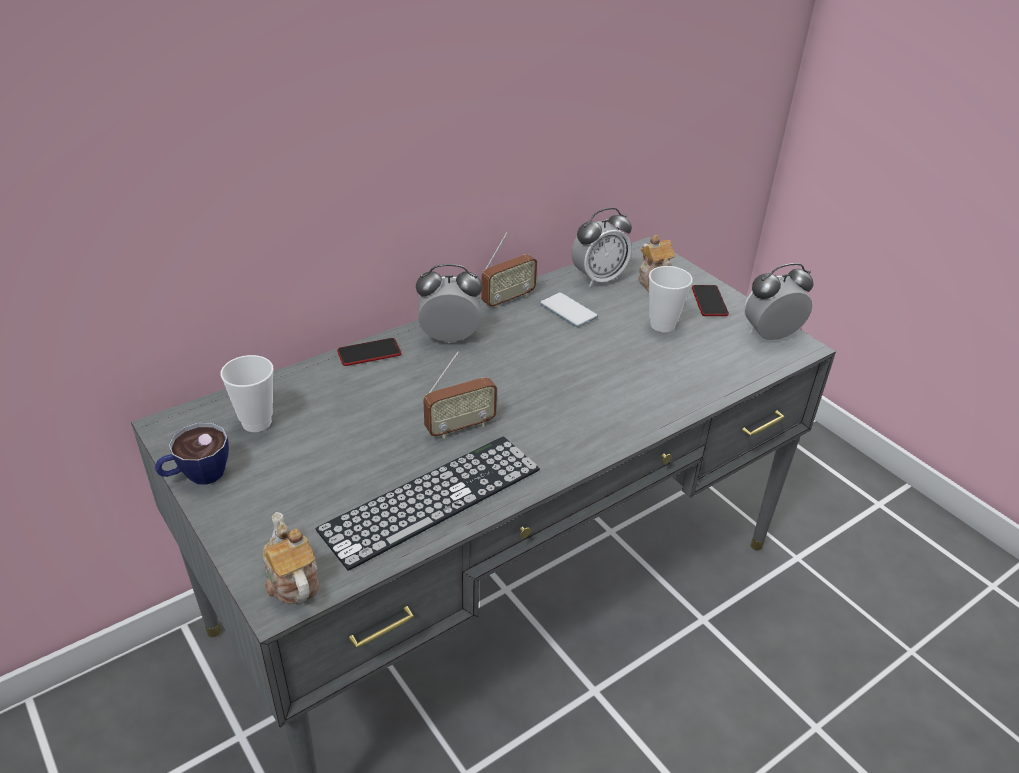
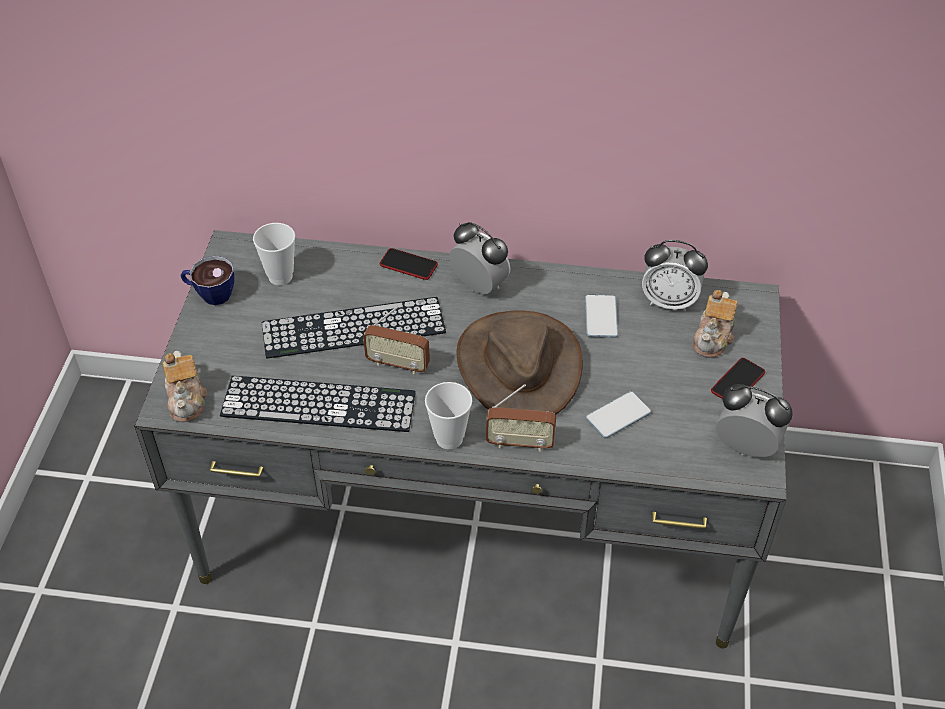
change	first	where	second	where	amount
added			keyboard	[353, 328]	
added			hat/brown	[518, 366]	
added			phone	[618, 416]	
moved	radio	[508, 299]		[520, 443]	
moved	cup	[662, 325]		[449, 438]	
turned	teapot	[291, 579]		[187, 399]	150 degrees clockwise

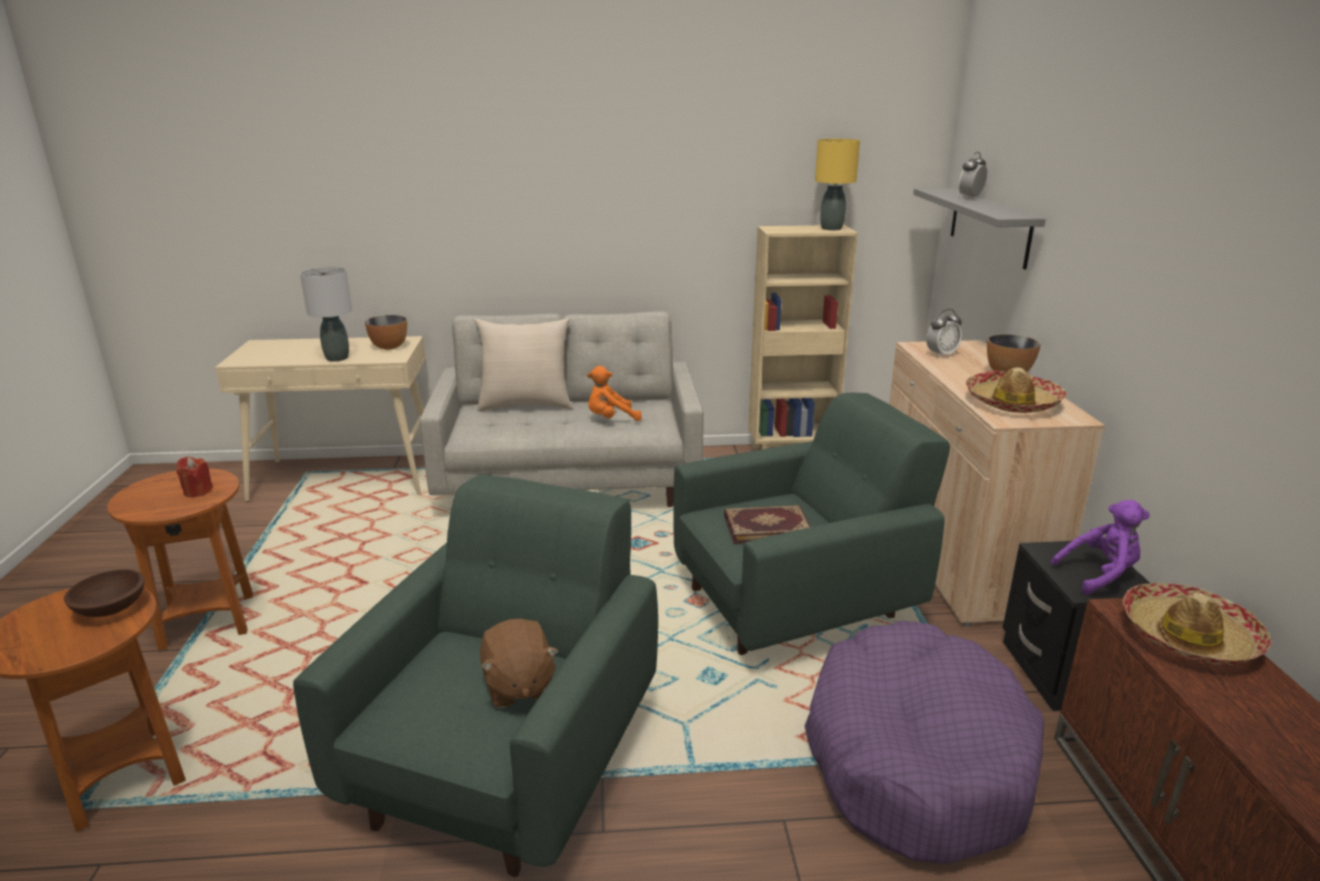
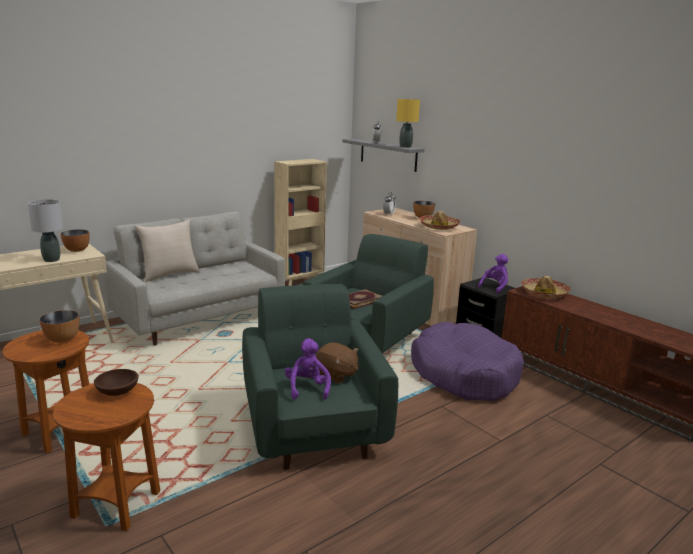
change	first	where	second	where	amount
removed	plush toy/orange	[610, 419]			
added			plush toy/purple	[307, 388]	
moved	table lamp/yellow	[831, 228]		[405, 147]	
replaced	candle/red	[198, 491]	bowl	[62, 340]	

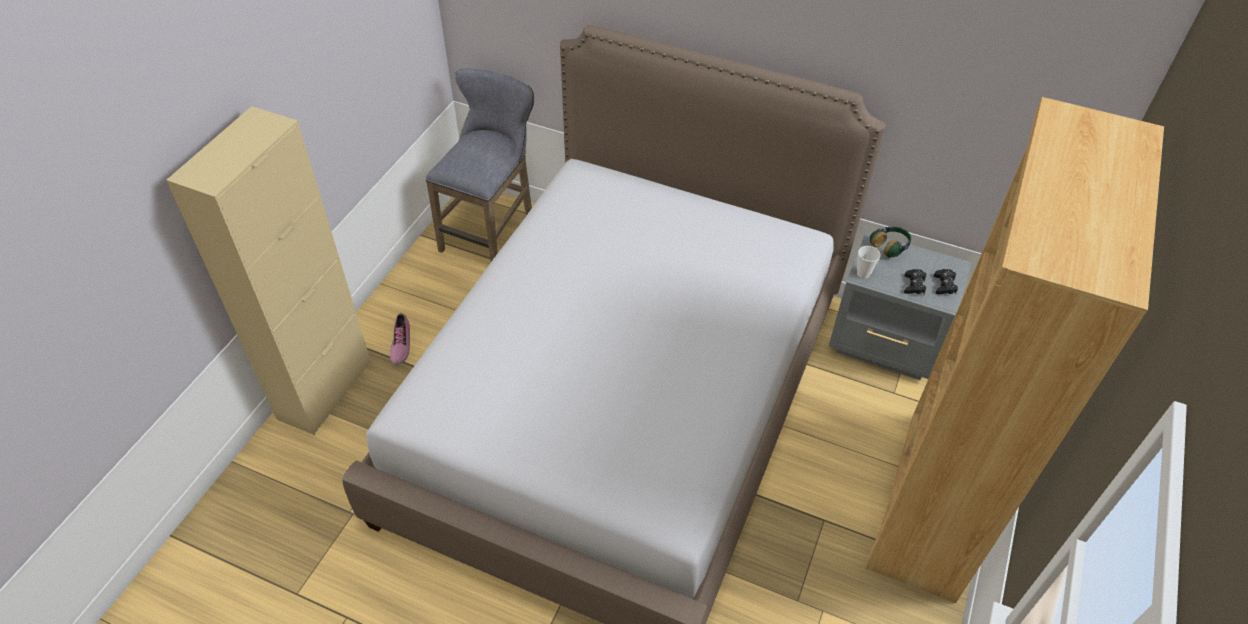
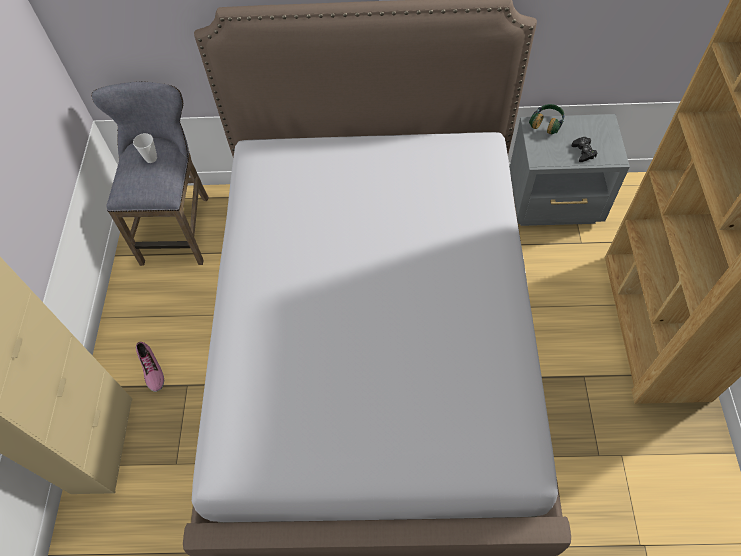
change	first	where	second	where	amount
removed	game controller/black	[944, 285]			
moved	cup	[863, 274]		[151, 158]	

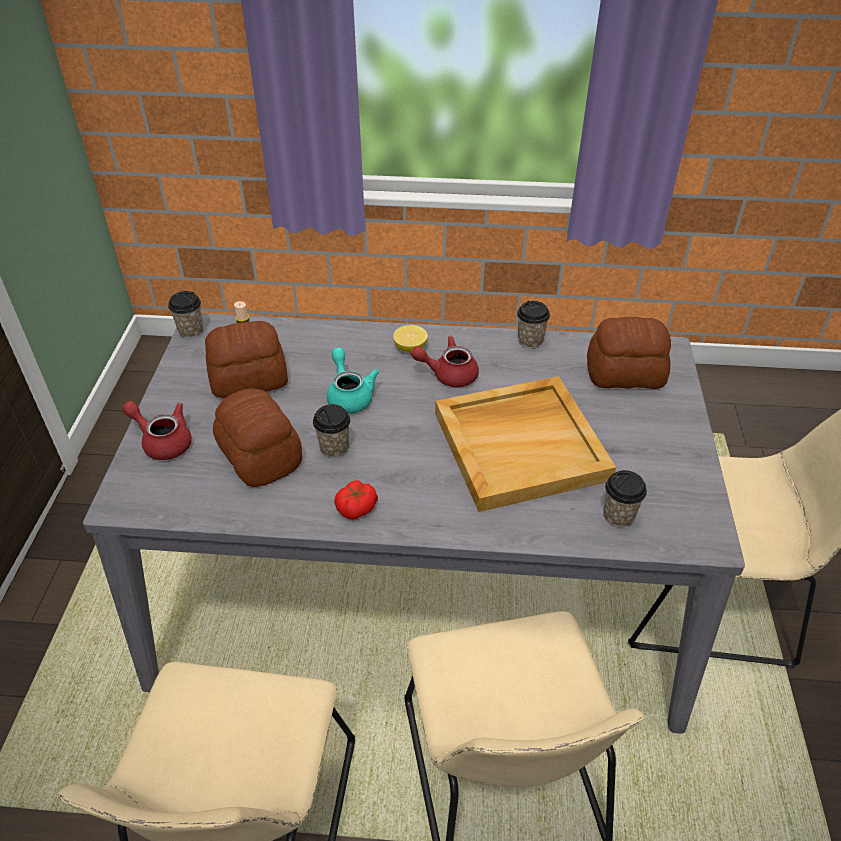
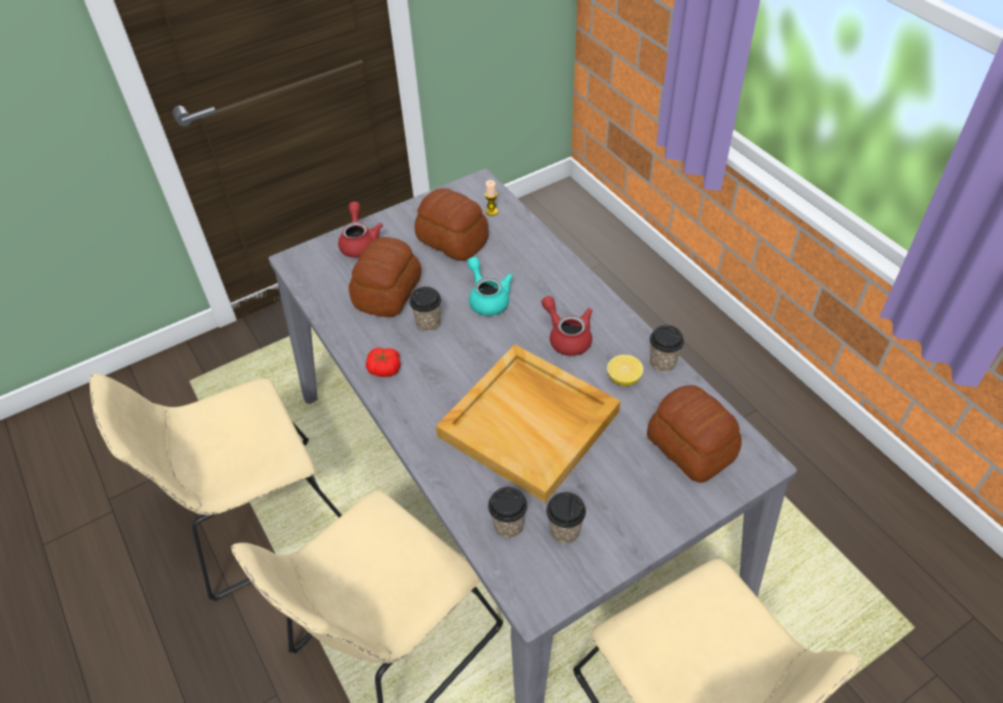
change	first	where	second	where	amount
moved	cup	[191, 331]		[564, 531]	
moved	lemon	[410, 348]		[623, 379]	
turned	teapot/turquoise	[349, 395]		[487, 298]	60 degrees counterclockwise

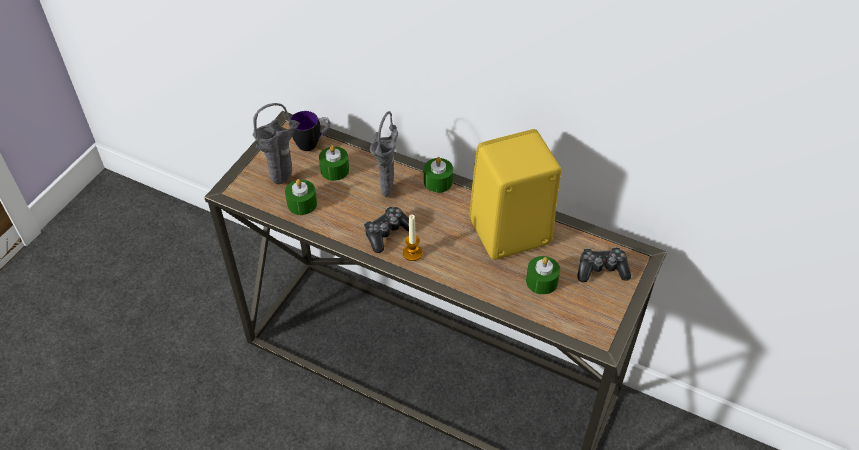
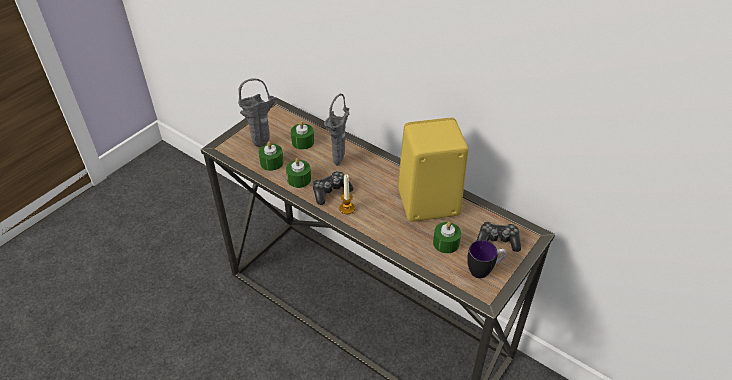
change	first	where	second	where	amount
moved	mug	[312, 143]		[484, 270]	
moved	candle/green	[438, 181]		[299, 179]	

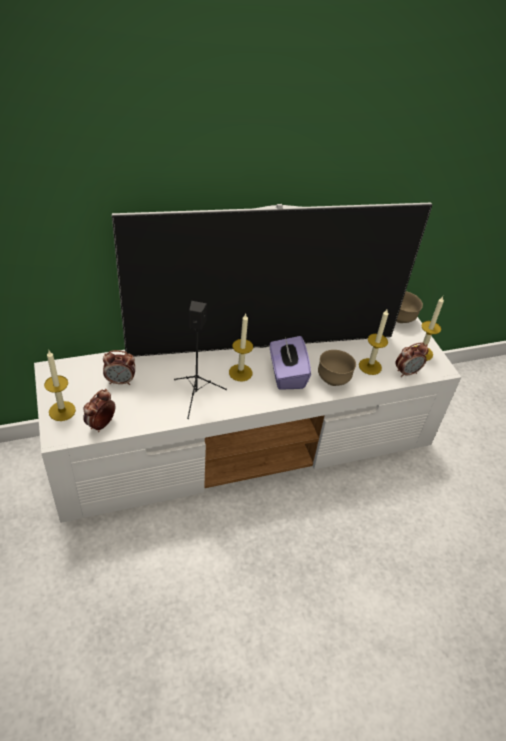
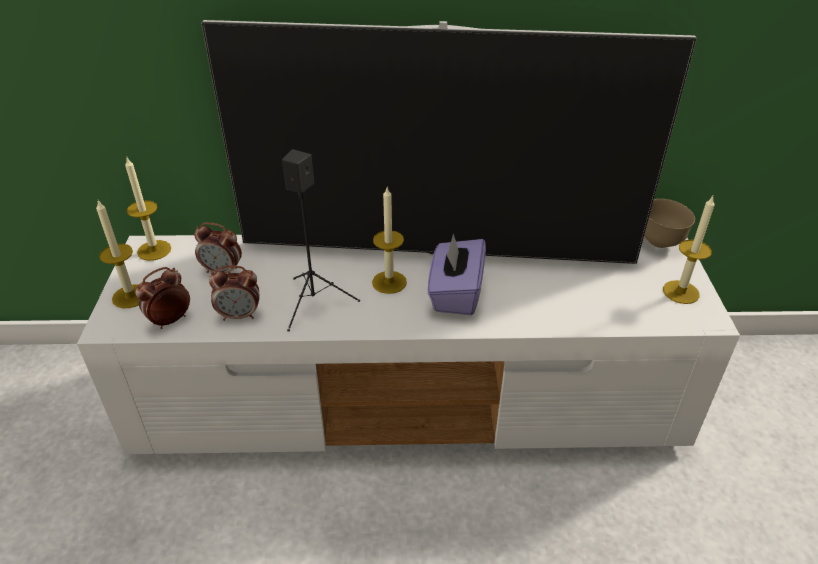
change	first	where	second	where	amount
removed	bowl/brown	[333, 380]			
moved	candle	[370, 366]		[154, 250]	
moved	alarm clock	[407, 372]		[240, 315]	

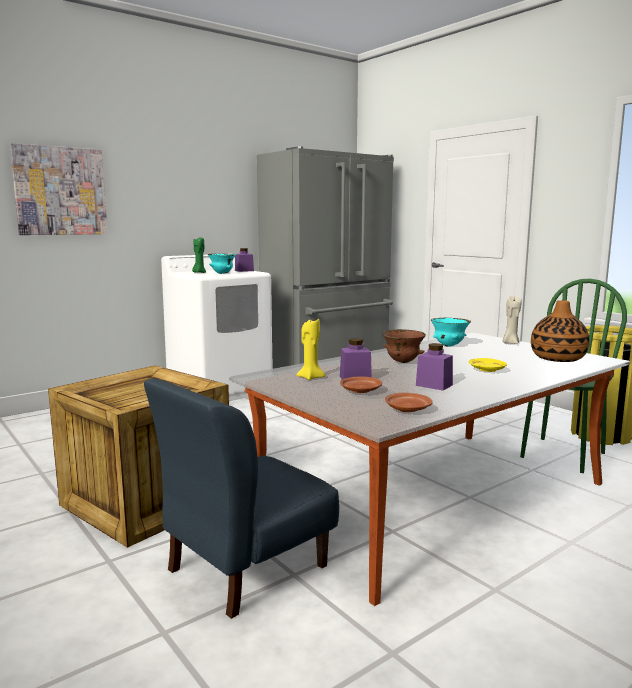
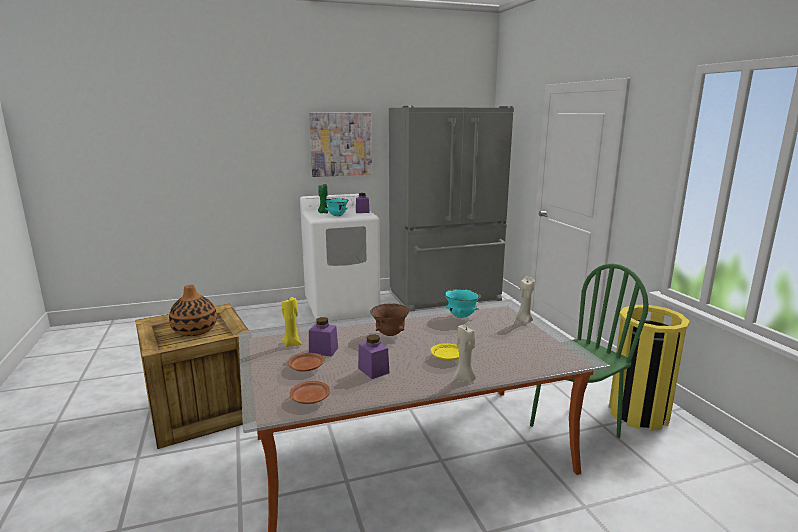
change	first	where	second	where	amount
removed	chair/blue	[246, 567]			
added			candle/beige	[465, 378]	
moved	picture	[60, 191]		[341, 144]	
moved	vase	[557, 358]		[194, 330]	

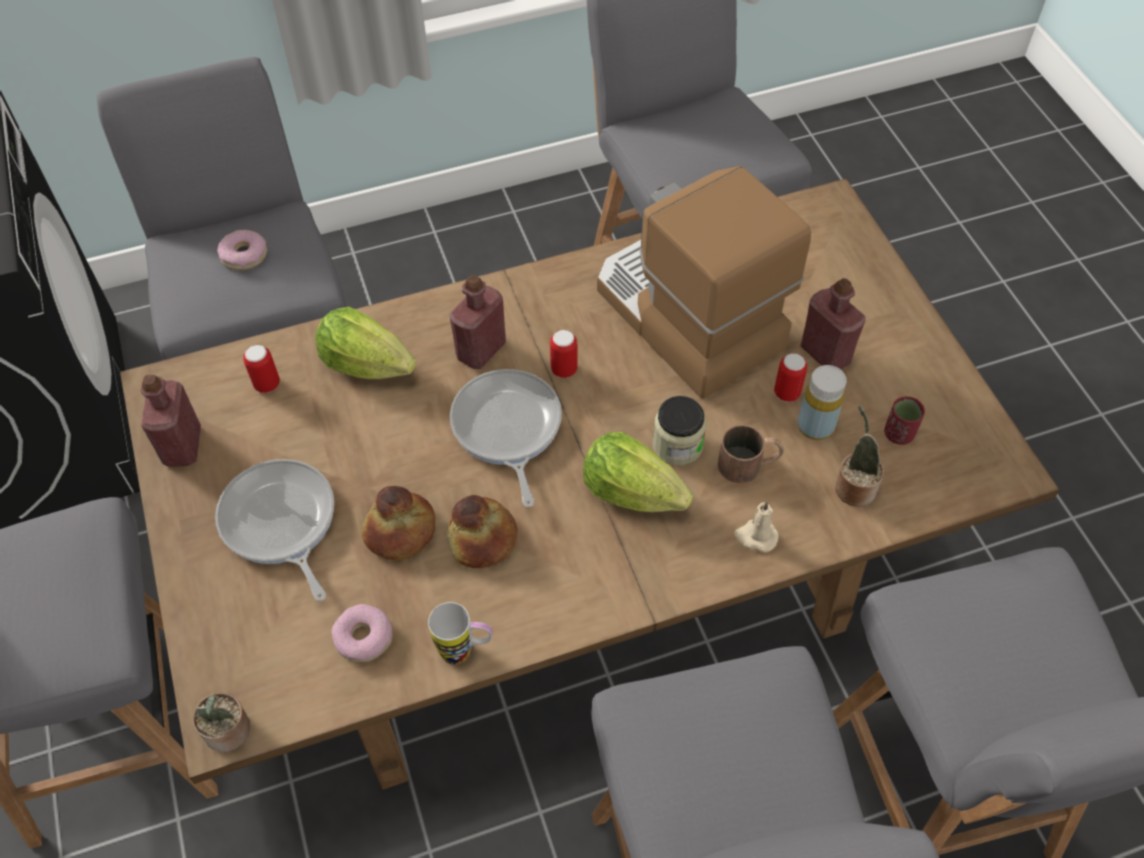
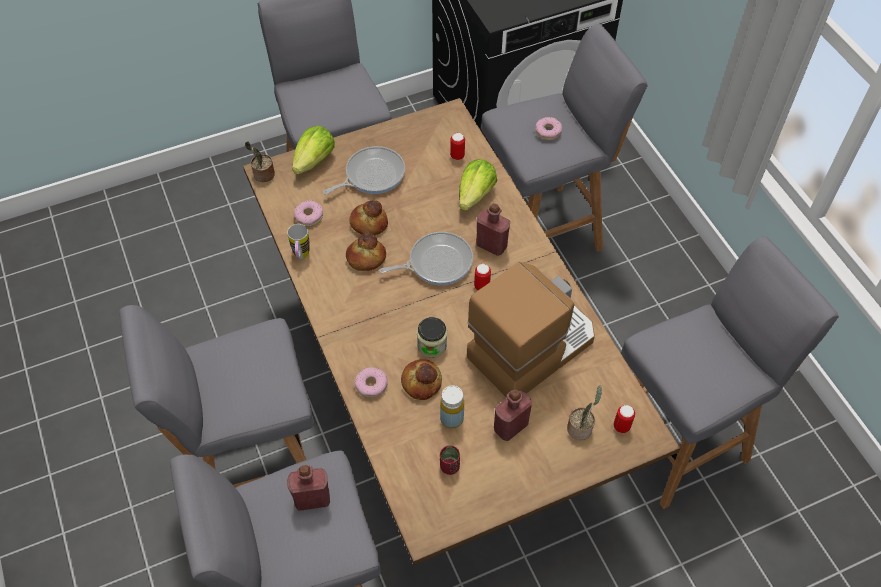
change	first	where	second	where	amount
moved	bottle/red	[182, 446]		[312, 499]	
moved	lettuce	[631, 491]		[314, 161]	
moved	can	[786, 393]		[621, 426]	
moved	potted plant	[853, 486]		[581, 427]	
replaced	mug/brown	[749, 464]	bread	[421, 382]	
replaced	candle/beige	[756, 536]	donut	[371, 385]	

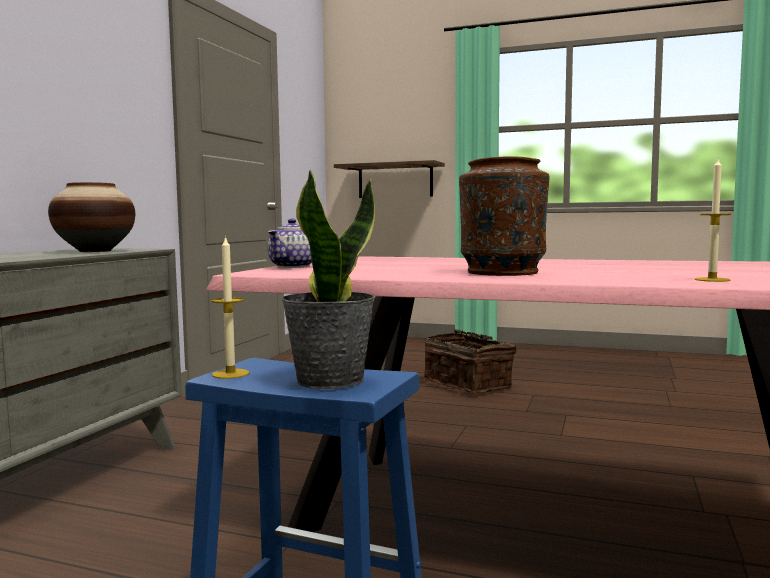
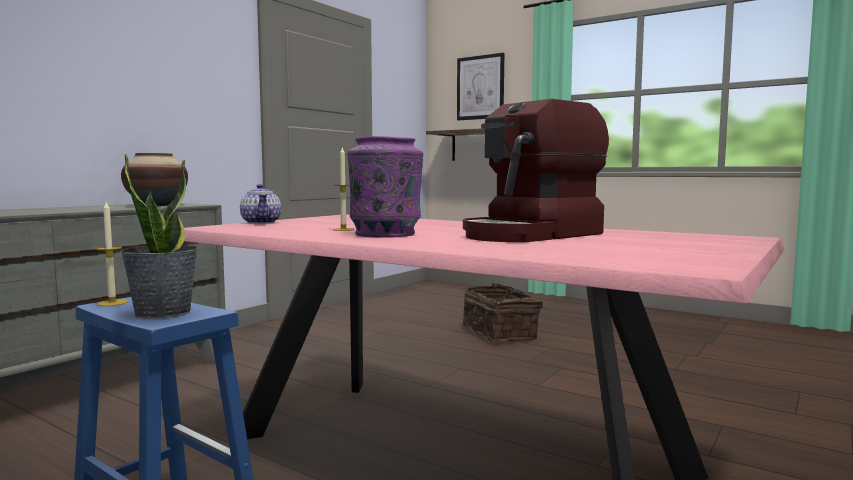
change	first	where	second	where	amount
added			picture	[480, 87]	
added			coffee machine	[532, 235]	
moved	candle	[712, 280]		[343, 229]	
recoloured	vase/brown	[502, 272]	vase/purple	[385, 234]	
turned	teapot	[294, 266]		[261, 222]	60 degrees counterclockwise

